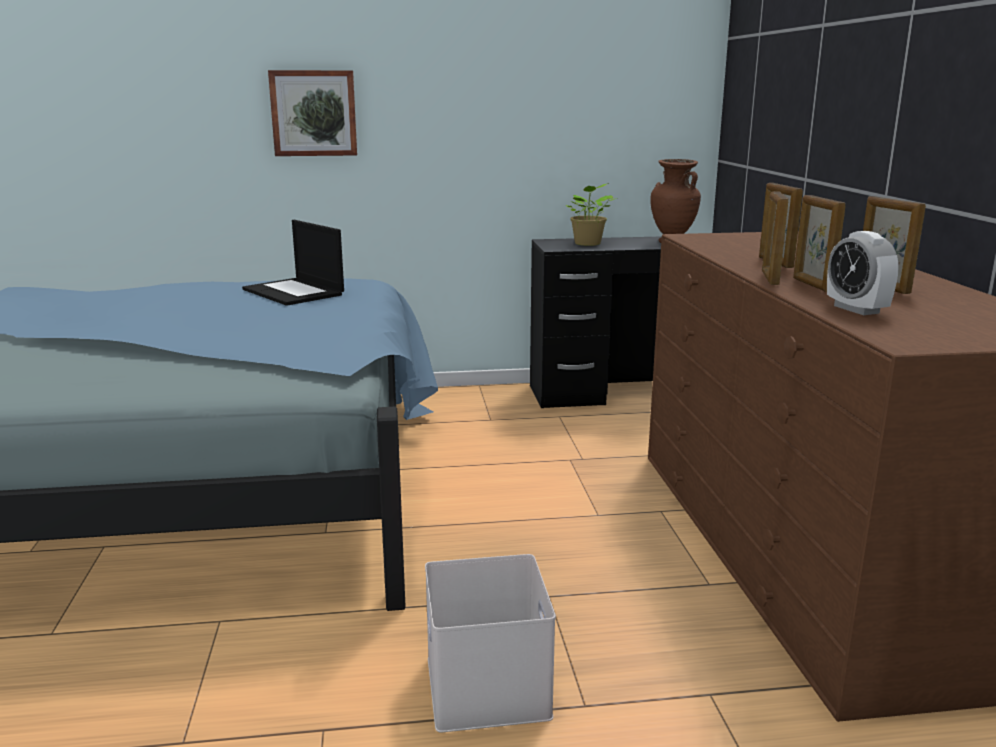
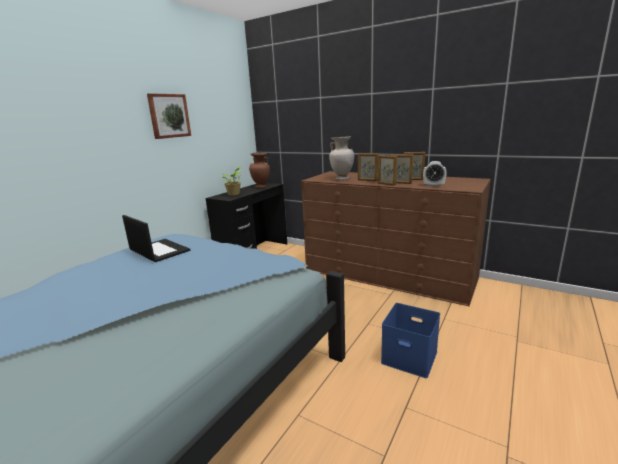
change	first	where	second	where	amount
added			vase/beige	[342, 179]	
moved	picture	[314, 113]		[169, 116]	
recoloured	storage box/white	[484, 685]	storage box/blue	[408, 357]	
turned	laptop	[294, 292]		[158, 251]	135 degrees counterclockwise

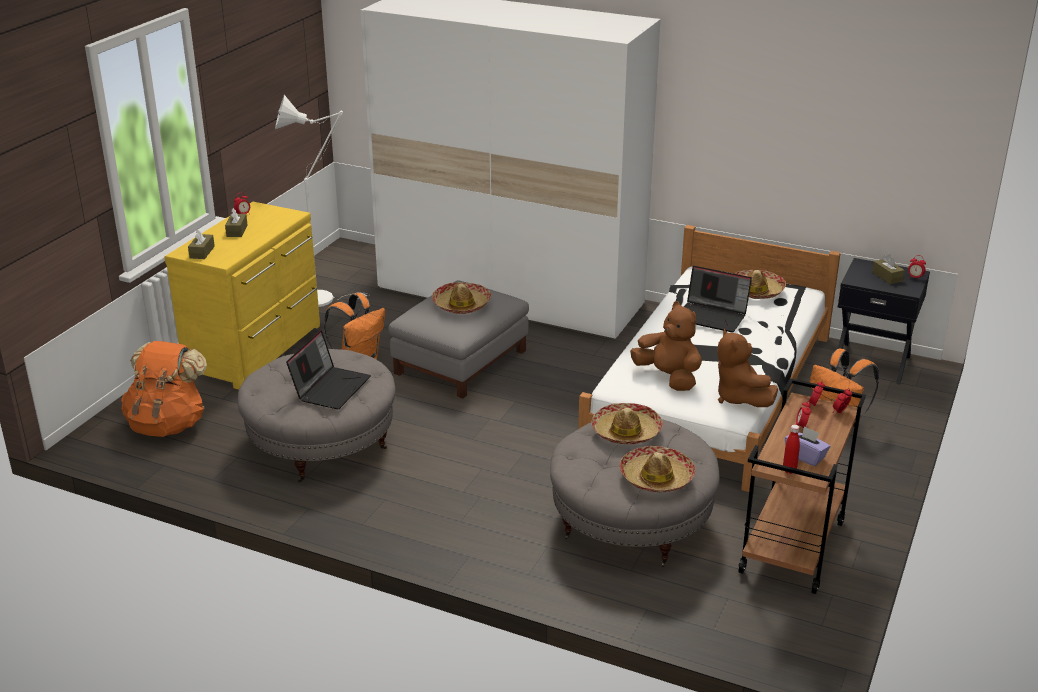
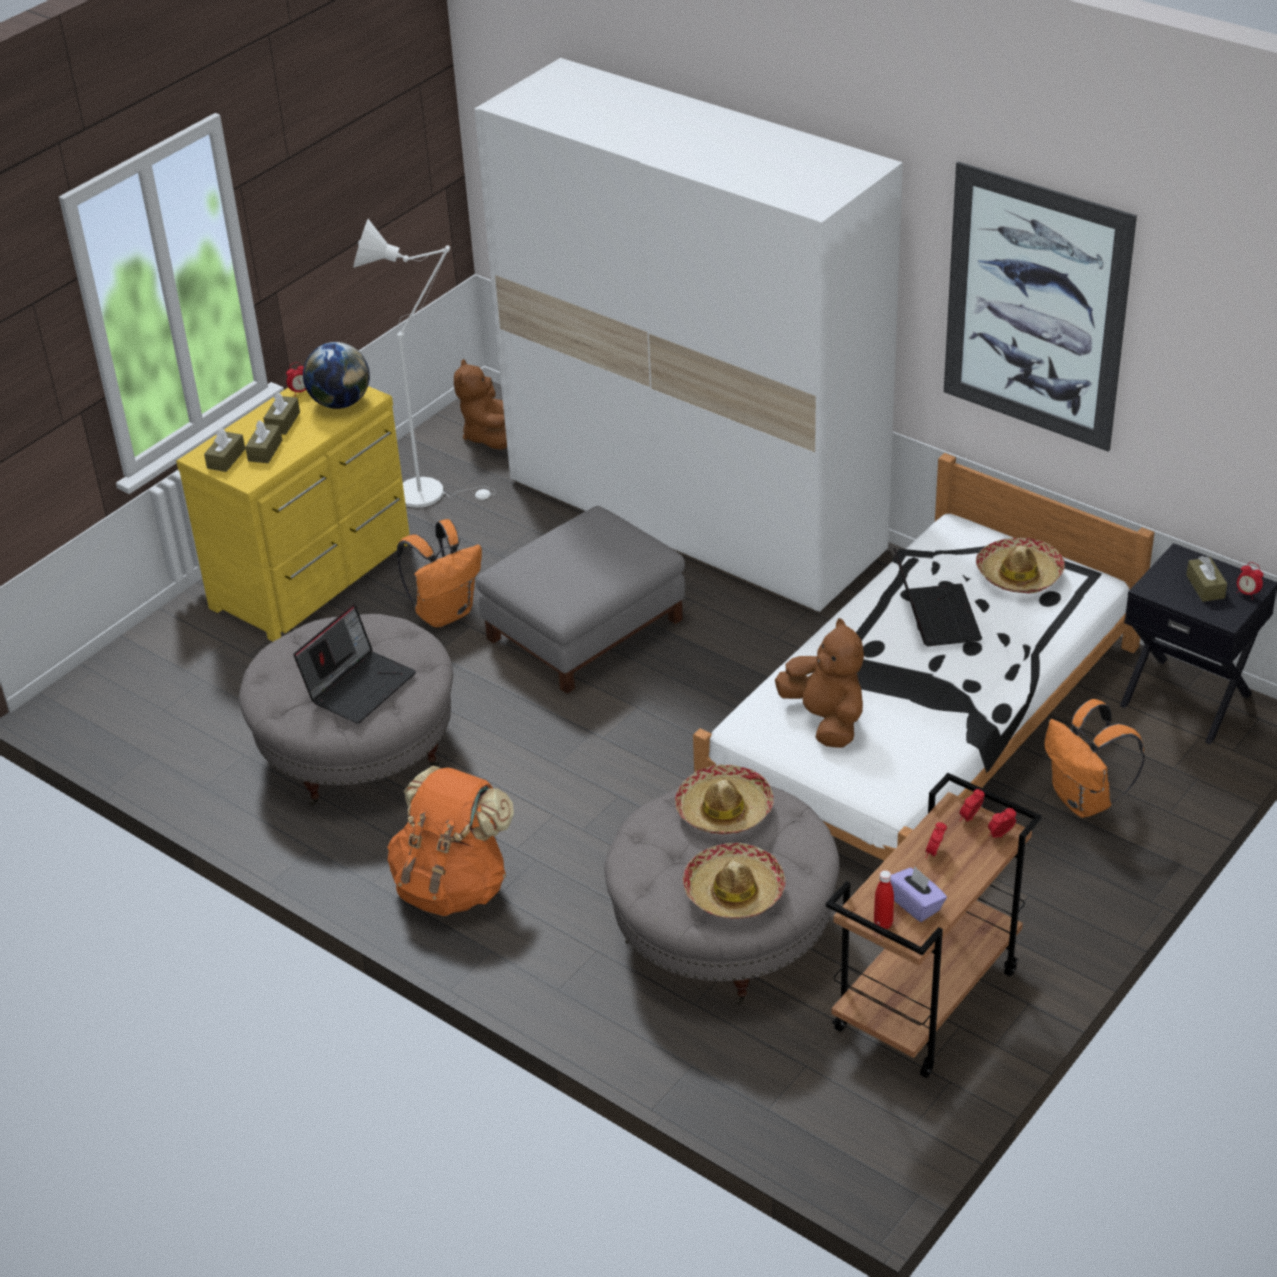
change	first	where	second	where	amount
removed	hat	[461, 305]			
added			tissue box/brown	[265, 450]	
added			globe	[340, 403]	
added			picture	[1035, 308]	
moved	backpack/orange	[168, 424]		[453, 885]	
moved	plush toy/brown	[739, 398]		[489, 436]	
turned	laptop	[713, 316]		[934, 616]	135 degrees counterclockwise

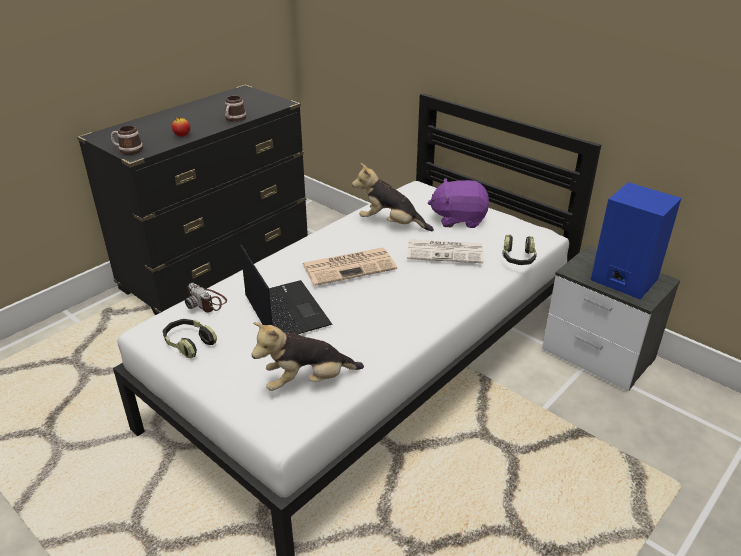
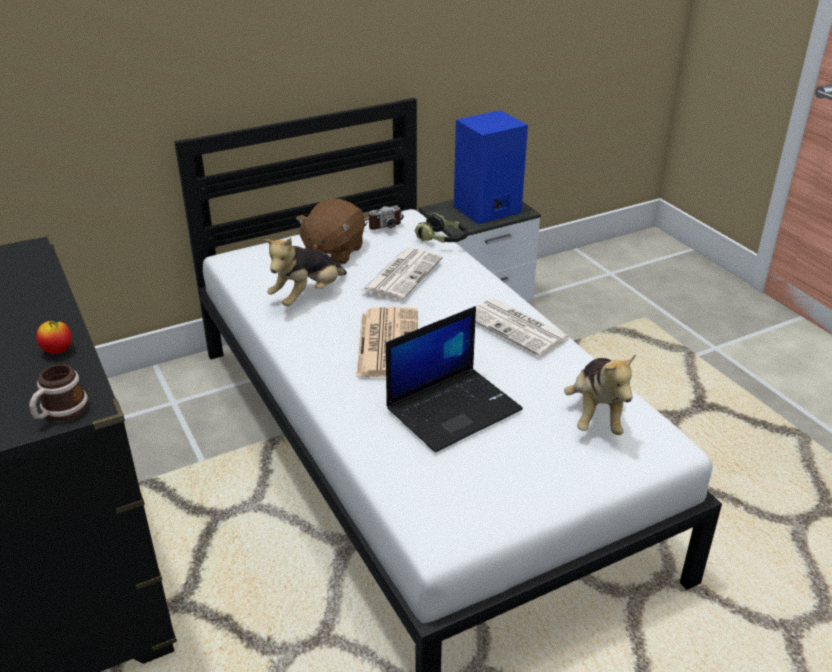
change	first	where	second	where	amount
removed	headphones	[189, 343]			
removed	mug	[234, 119]			
added			newspaper	[518, 328]	
moved	photo camera	[207, 302]		[381, 224]	
recoloured	plush toy/purple	[459, 219]	plush toy/brown	[333, 251]	
turned	laptop	[285, 310]		[454, 408]	150 degrees clockwise

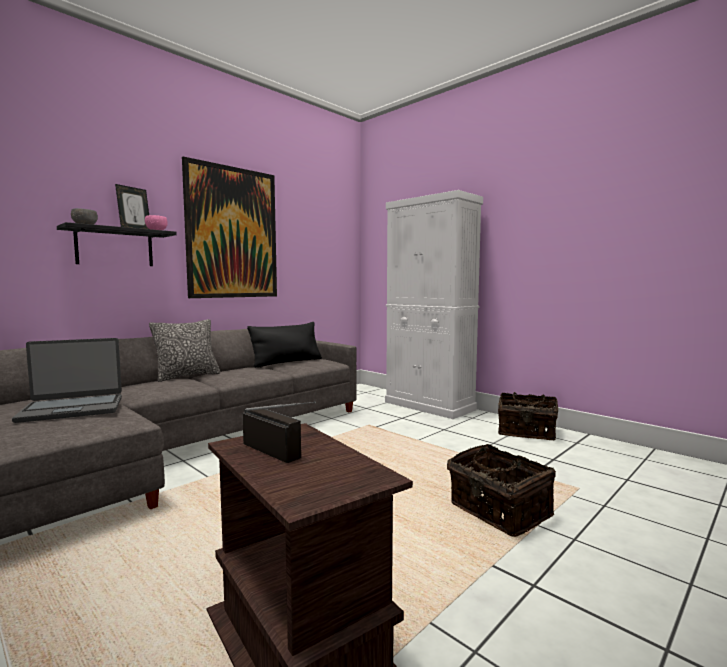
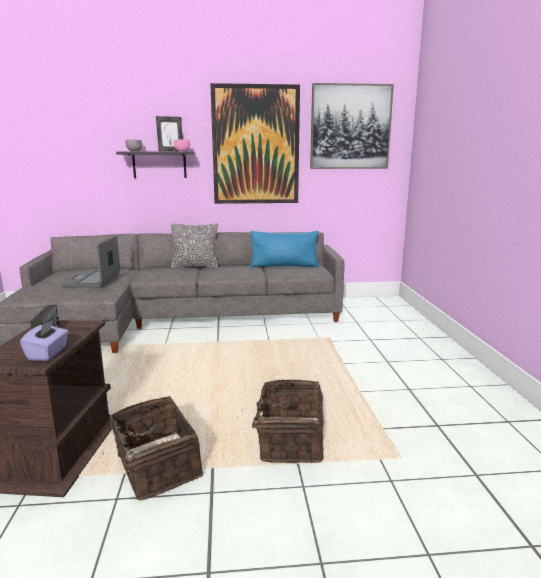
change	first	where	second	where	amount
removed	cabinet/white	[429, 406]			
added			tissue box/purple	[48, 353]	
added			picture	[350, 127]	
moved	basket	[526, 432]		[156, 467]	
recoloured	pillow/black	[287, 362]	pillow/blue	[284, 266]	
turned	laptop	[72, 409]		[93, 280]	75 degrees clockwise

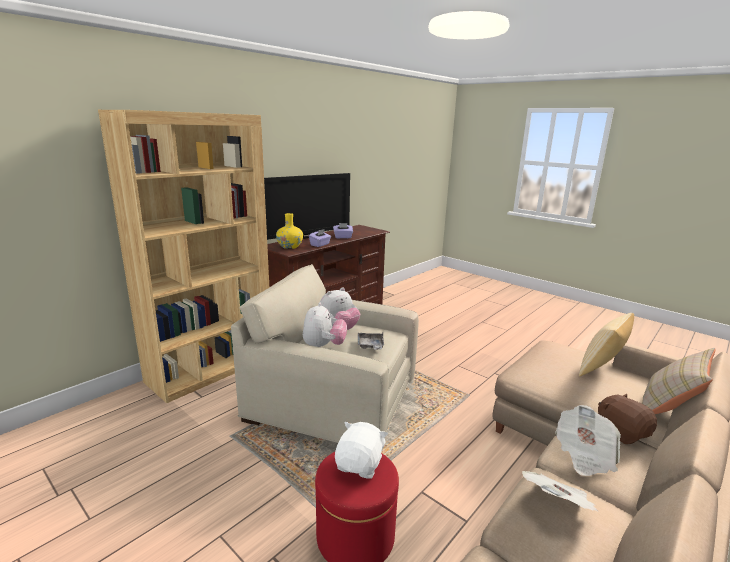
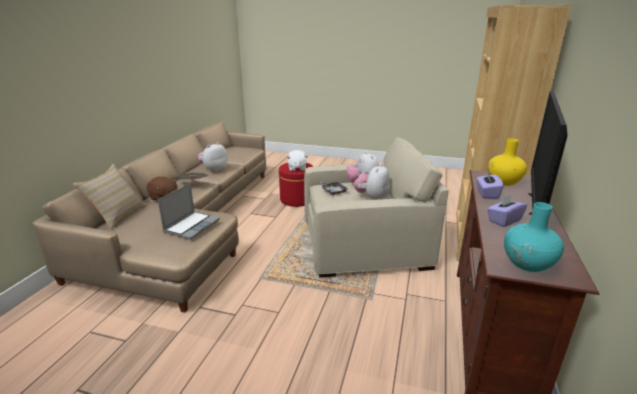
change	first	where	second	where	amount
removed	pillow	[601, 369]			
added			laptop	[192, 226]	
added			vase/turquoise	[527, 264]	
replaced	newspaper	[557, 504]	plush toy	[214, 169]	

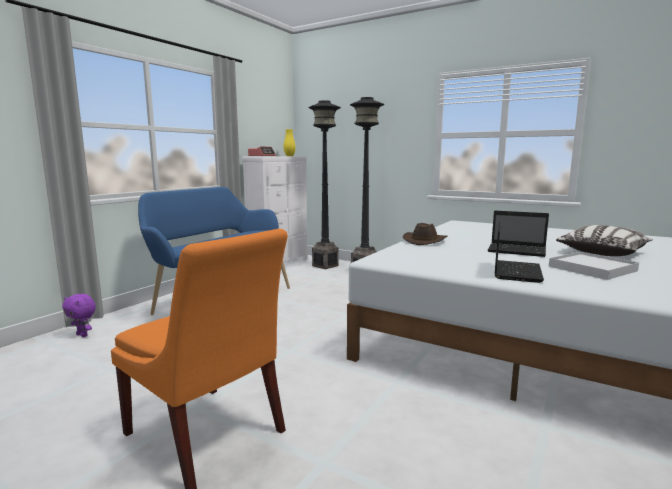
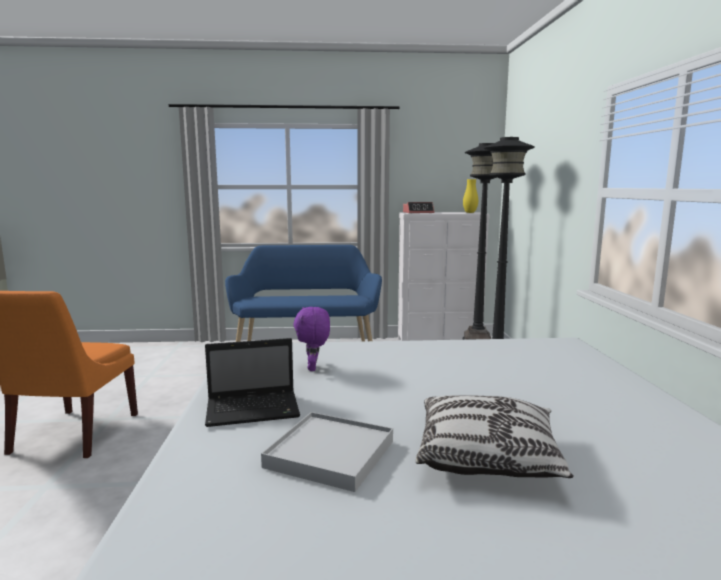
change	first	where	second	where	amount
removed	hat/brown	[425, 241]			
removed	laptop	[518, 251]			
moved	plush toy/purple	[83, 335]		[313, 368]	

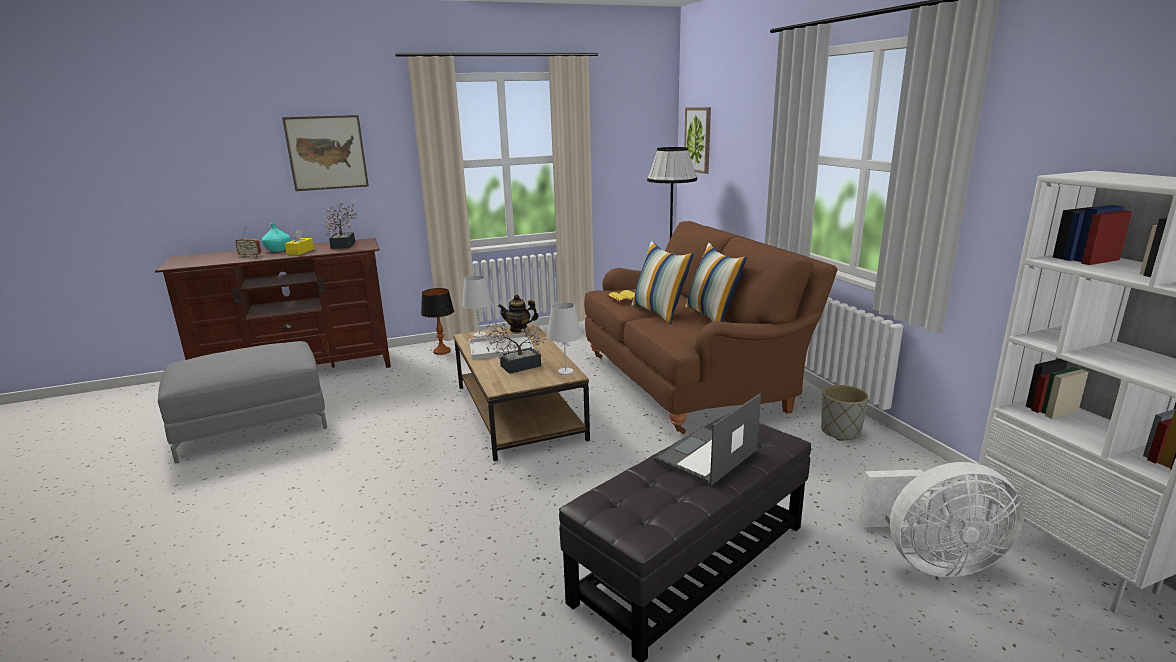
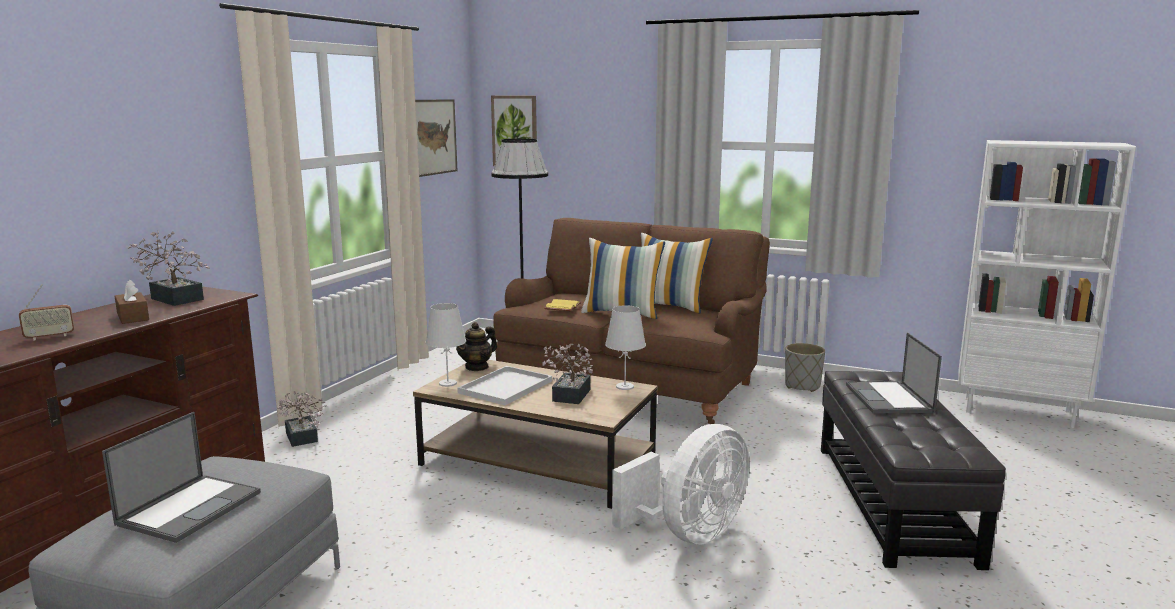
change	first	where	second	where	amount
removed	vase/turquoise	[278, 250]			
added			laptop	[190, 507]	
moved	picture	[327, 153]		[433, 137]	
moved	fan/white	[932, 560]		[689, 533]	
replaced	table lamp	[442, 351]	potted plant	[302, 439]	
recoloured	tissue box/yellow	[300, 251]	tissue box/brown	[133, 317]	

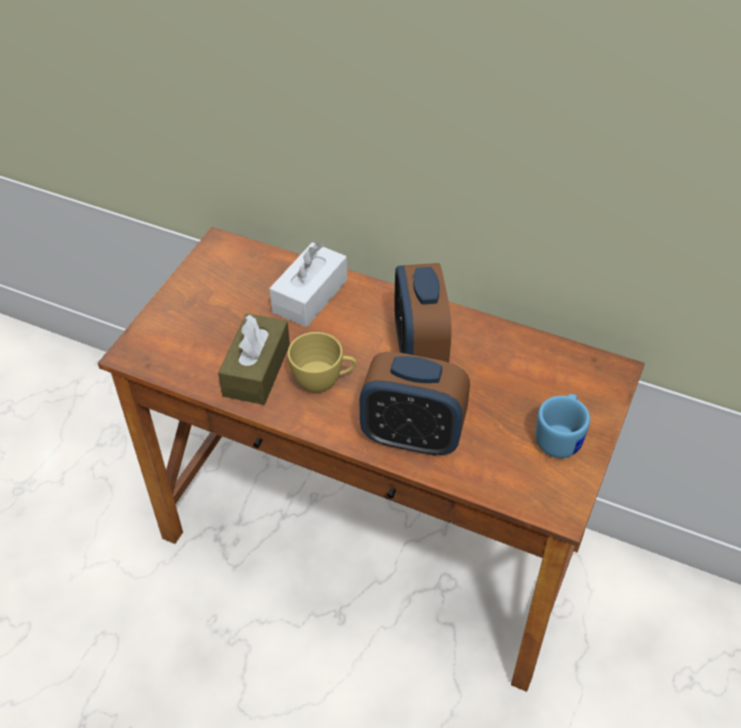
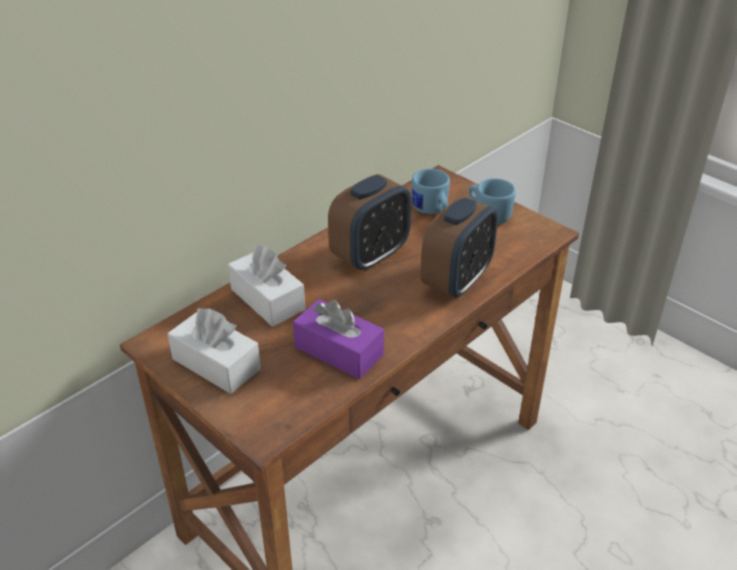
change	first	where	second	where	amount
removed	cup/yellow	[323, 381]			
added			tissue box/white	[216, 364]	
added			mug/blue	[431, 210]	
recoloured	tissue box/brown	[256, 370]	tissue box/purple	[338, 351]	
turned	alarm clock	[419, 351]		[370, 255]	60 degrees counterclockwise

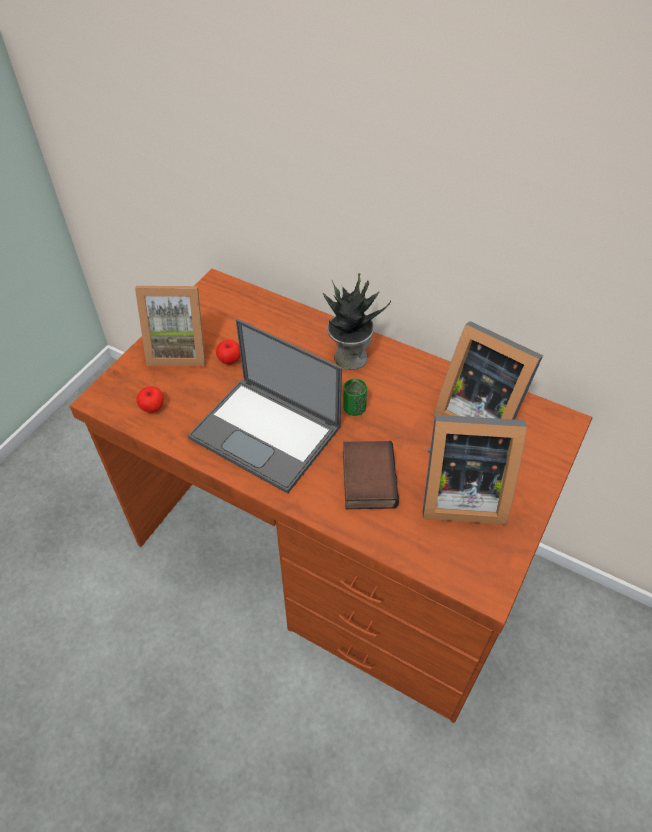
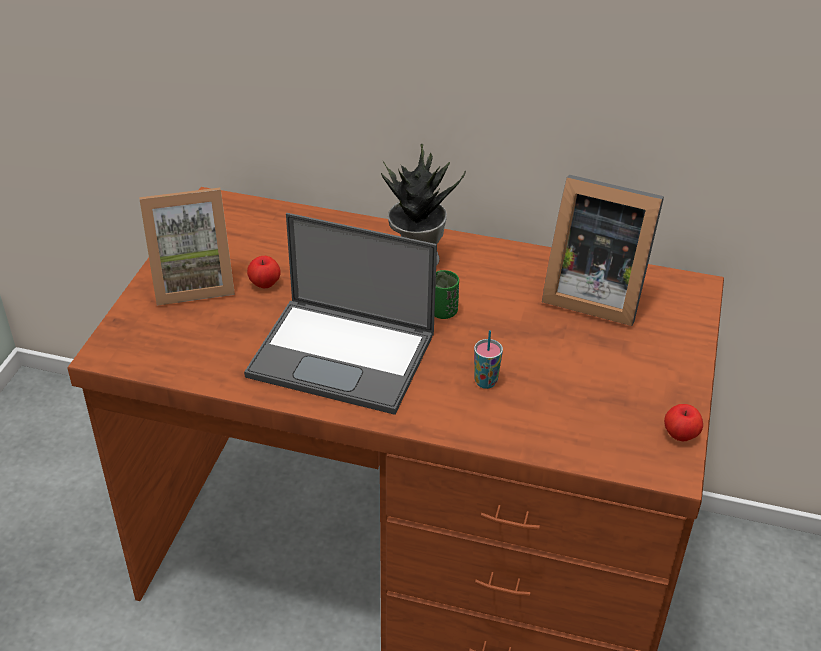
change	first	where	second	where	amount
removed	picture frame	[459, 494]			
moved	apple	[153, 407]		[680, 434]	
replaced	book	[366, 478]	cup	[485, 382]	

